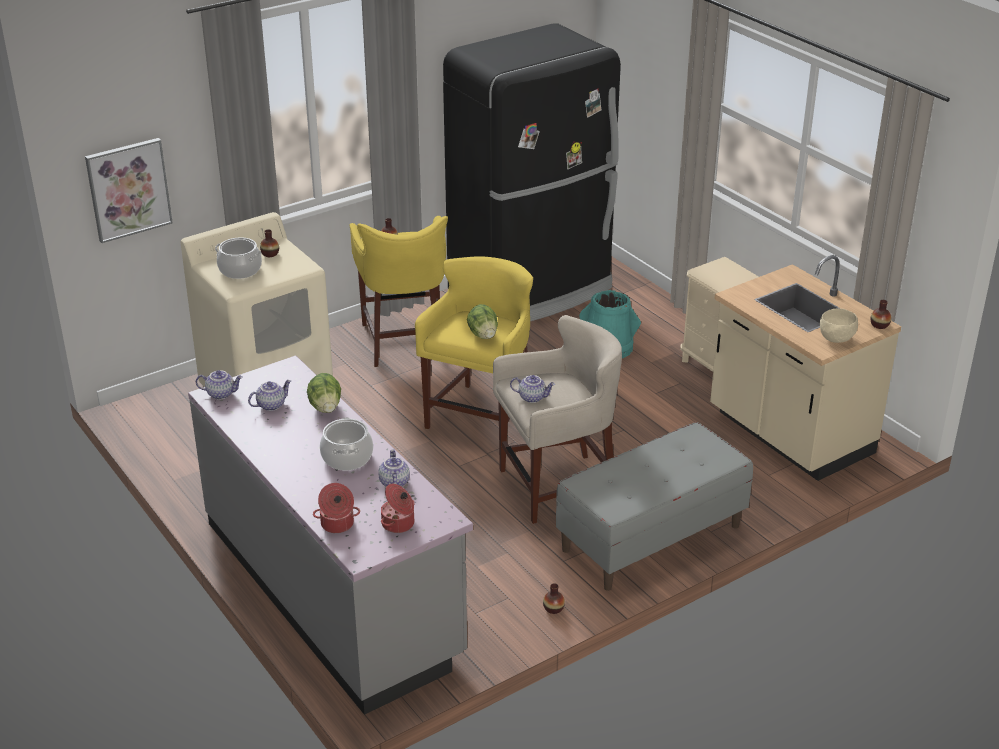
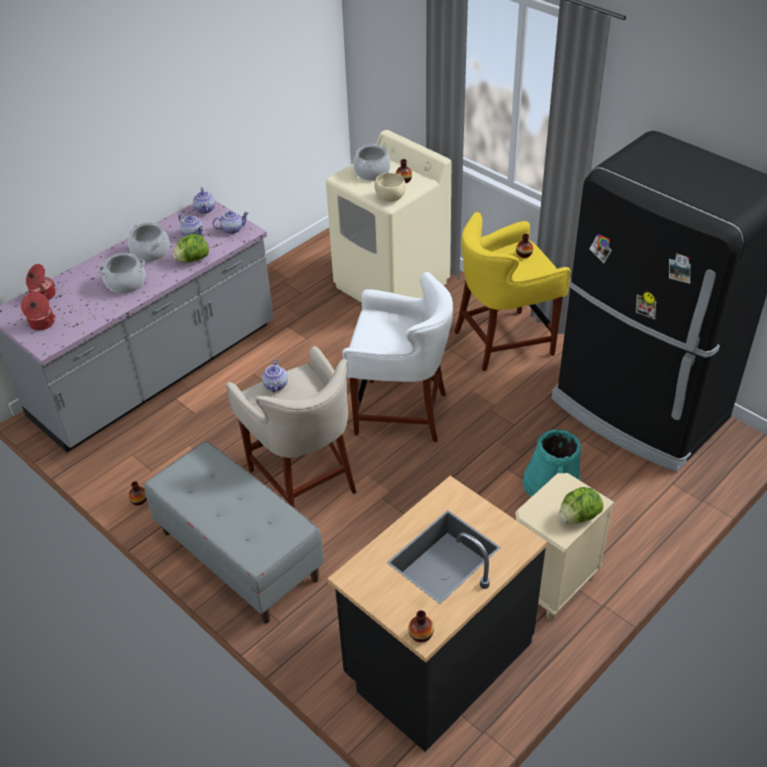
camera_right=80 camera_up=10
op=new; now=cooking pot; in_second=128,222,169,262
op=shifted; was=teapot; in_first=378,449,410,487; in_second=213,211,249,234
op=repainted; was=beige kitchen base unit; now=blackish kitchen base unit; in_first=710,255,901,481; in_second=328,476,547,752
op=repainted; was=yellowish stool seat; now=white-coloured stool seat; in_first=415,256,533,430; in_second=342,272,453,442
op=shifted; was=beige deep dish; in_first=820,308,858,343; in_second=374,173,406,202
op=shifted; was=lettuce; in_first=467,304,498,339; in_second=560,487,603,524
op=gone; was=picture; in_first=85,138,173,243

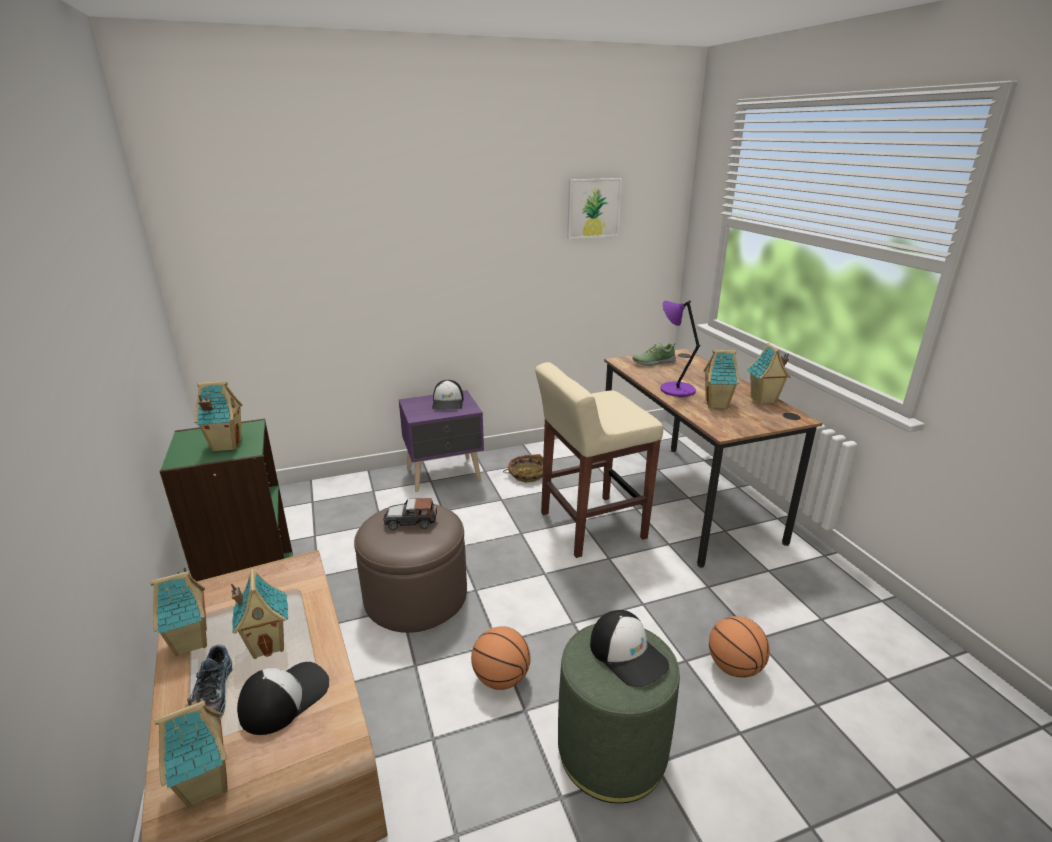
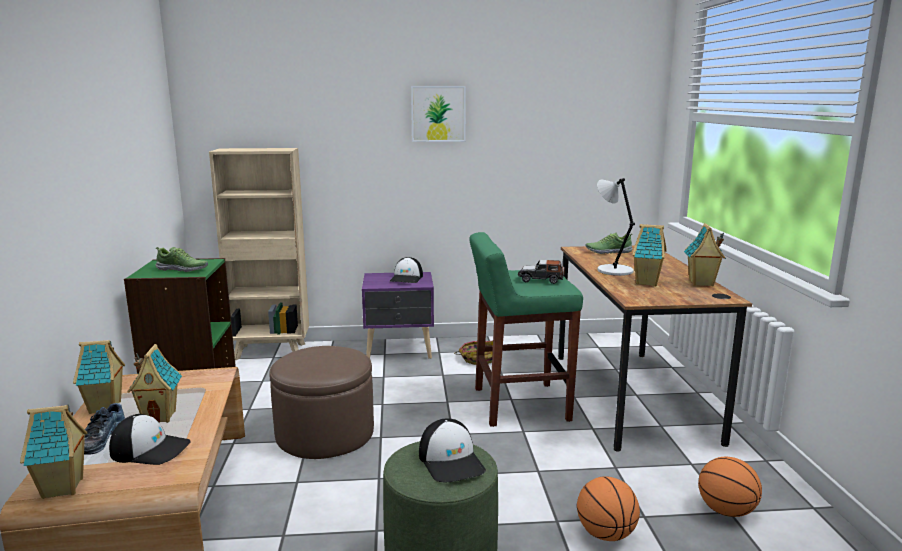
camera_right=15 camera_up=-10
op=rotated; was=baseball cap; in_first=237,662,329,735; in_second=109,414,191,465; clockwise=45
op=swapped; was=toy house; now=shoe; in_first=194,381,242,452; in_second=156,247,208,272
op=new; now=beige bookshelf; in_second=209,148,309,361
op=shifted; was=picture; in_first=567,178,622,239; in_second=411,86,466,142
op=repainted; was=beige stool seat; now=green-coloured stool seat; in_first=535,362,663,558; in_second=469,232,583,427
op=shifted; was=miniature car; in_first=383,498,437,530; in_second=518,260,565,284
op=repainted; was=purple-coloured tabletop lamp; now=greyish tabletop lamp; in_first=660,300,700,397; in_second=597,178,635,276
op=shifted; was=ball for basketball; in_first=471,626,530,690; in_second=698,457,762,517

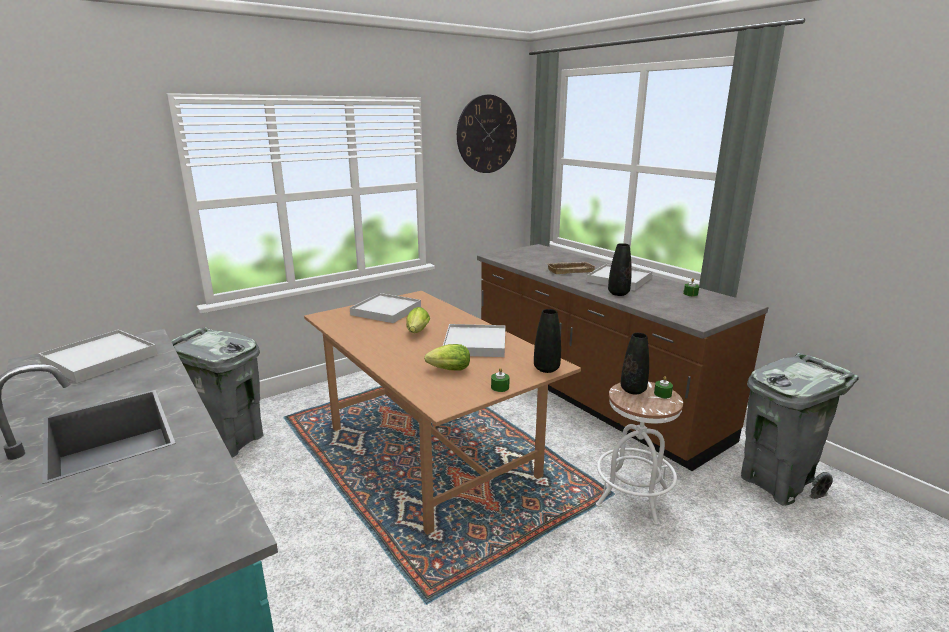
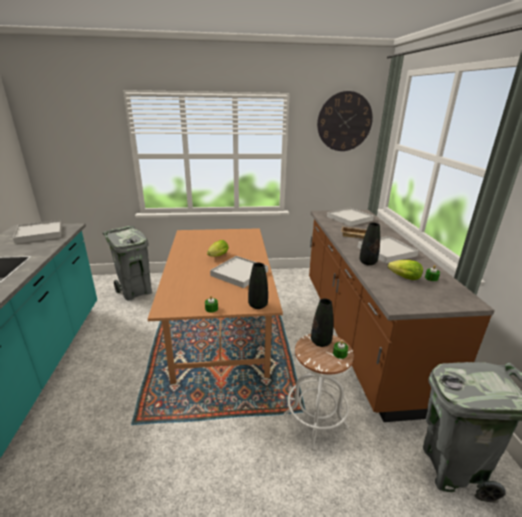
camera_right=30 camera_up=5
op=shifted; was=white-coloured serving tray; in_first=350,293,421,323; in_second=327,207,374,226
op=shifted; was=lettuce; in_first=424,344,470,371; in_second=388,260,423,280

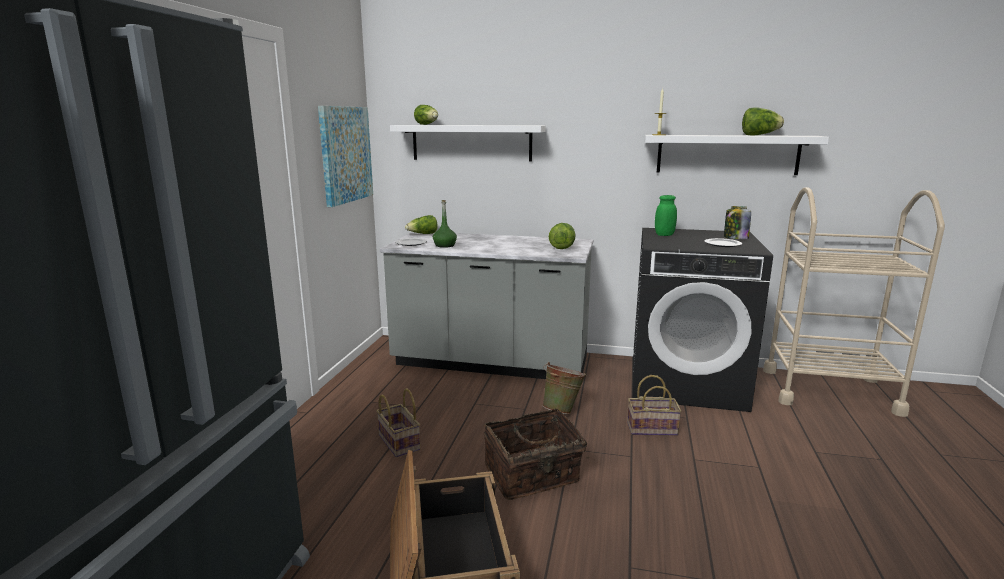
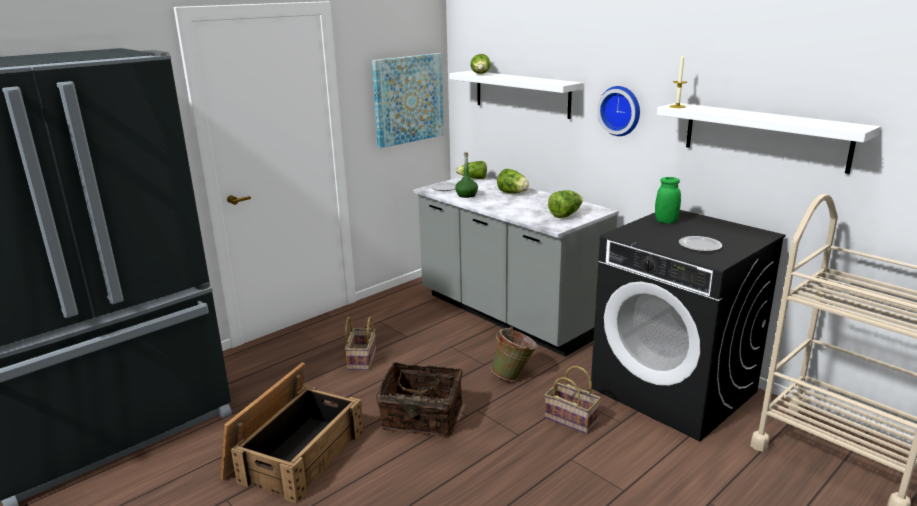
camera_right=35 camera_up=5
op=shifted; was=lettuce; in_first=742,108,784,135; in_second=497,169,529,193
op=new; now=clock on the wall; in_second=597,86,640,136
op=gone; was=storage jar; in_first=724,206,751,239

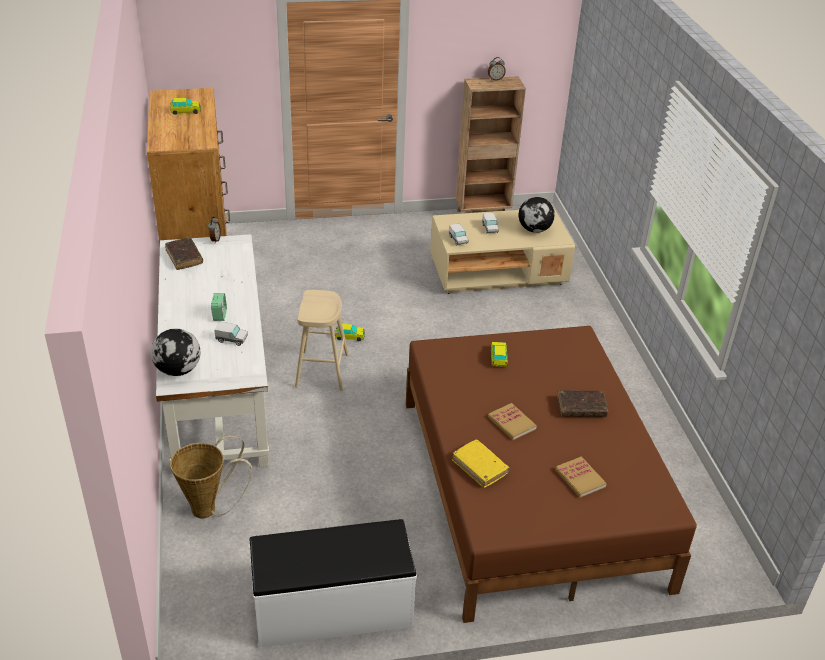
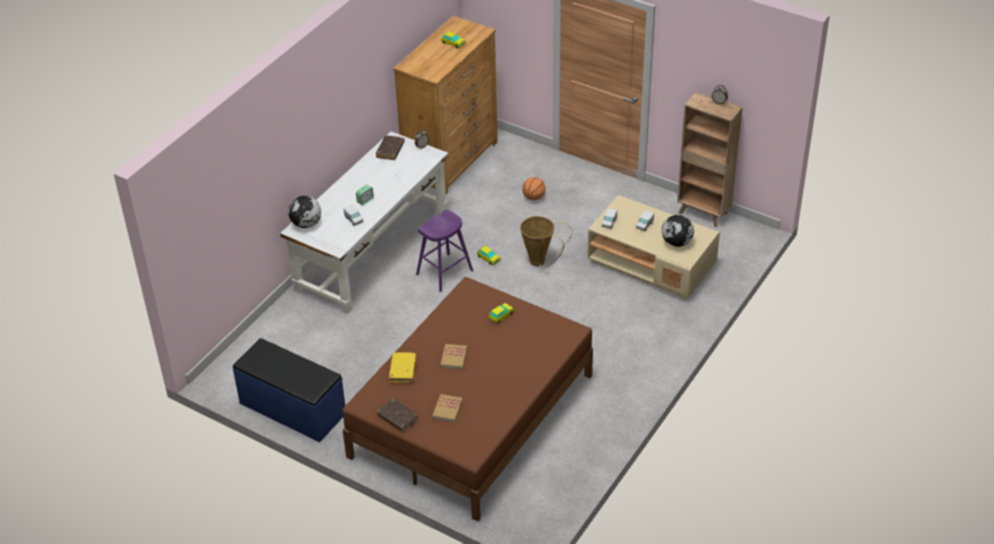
camera_right=45 camera_up=5
op=repainted; was=white-coloured long seat; now=blue-coloured long seat; in_first=249,519,417,648; in_second=233,338,345,442
op=shifted; was=brownish volume; in_first=557,390,608,417; in_second=377,398,419,432
op=repainted; was=beige stool seat; now=purple-coloured stool seat; in_first=295,290,349,391; in_second=416,210,473,292
op=shifted; was=household basket; in_first=170,435,252,519; in_second=520,216,572,269
op=new; now=ball for basketball; in_second=522,177,546,200

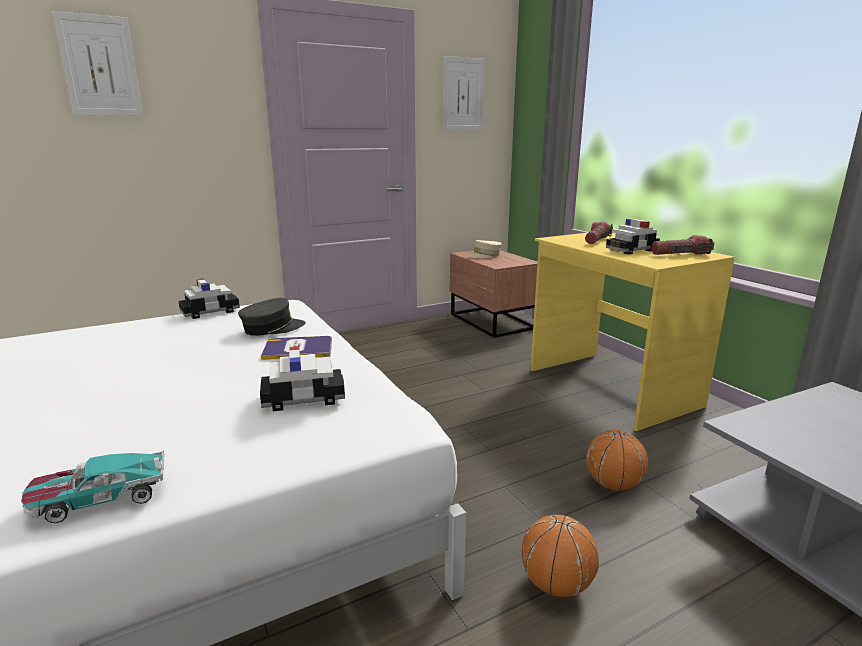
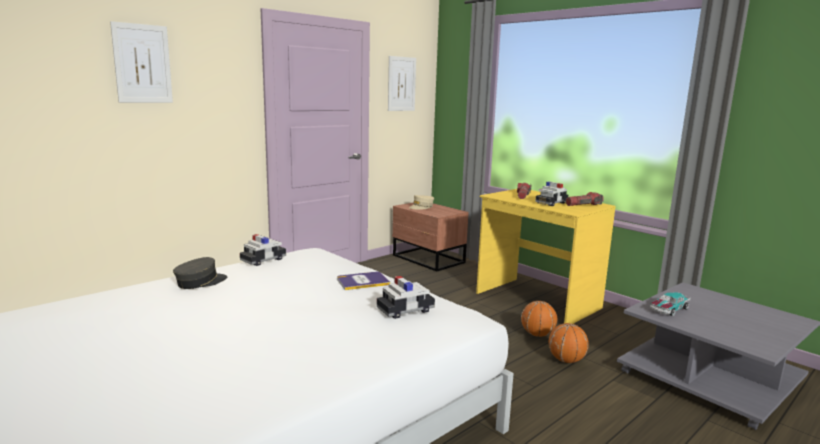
camera_right=-15 camera_up=-5
op=shifted; was=greyish baseball cap; in_first=238,298,306,336; in_second=173,257,227,289
op=shifted; was=ball for basketball; in_first=522,515,599,597; in_second=521,301,557,337
op=shifted; was=miniature car; in_first=21,450,164,523; in_second=650,292,691,316

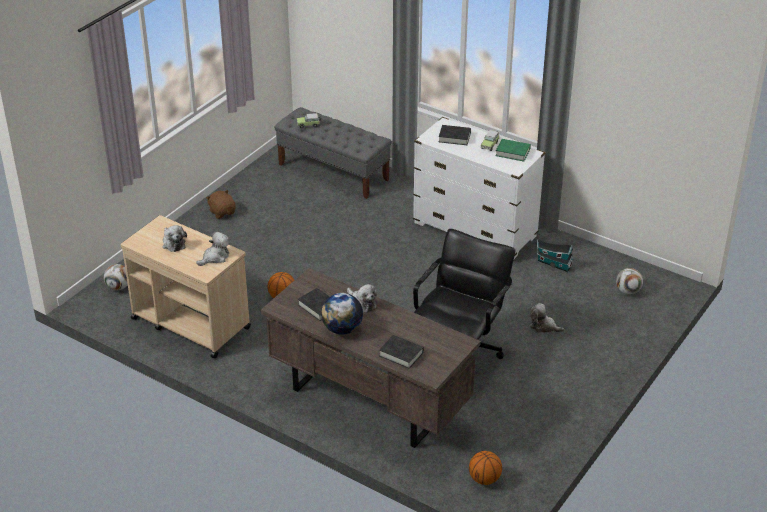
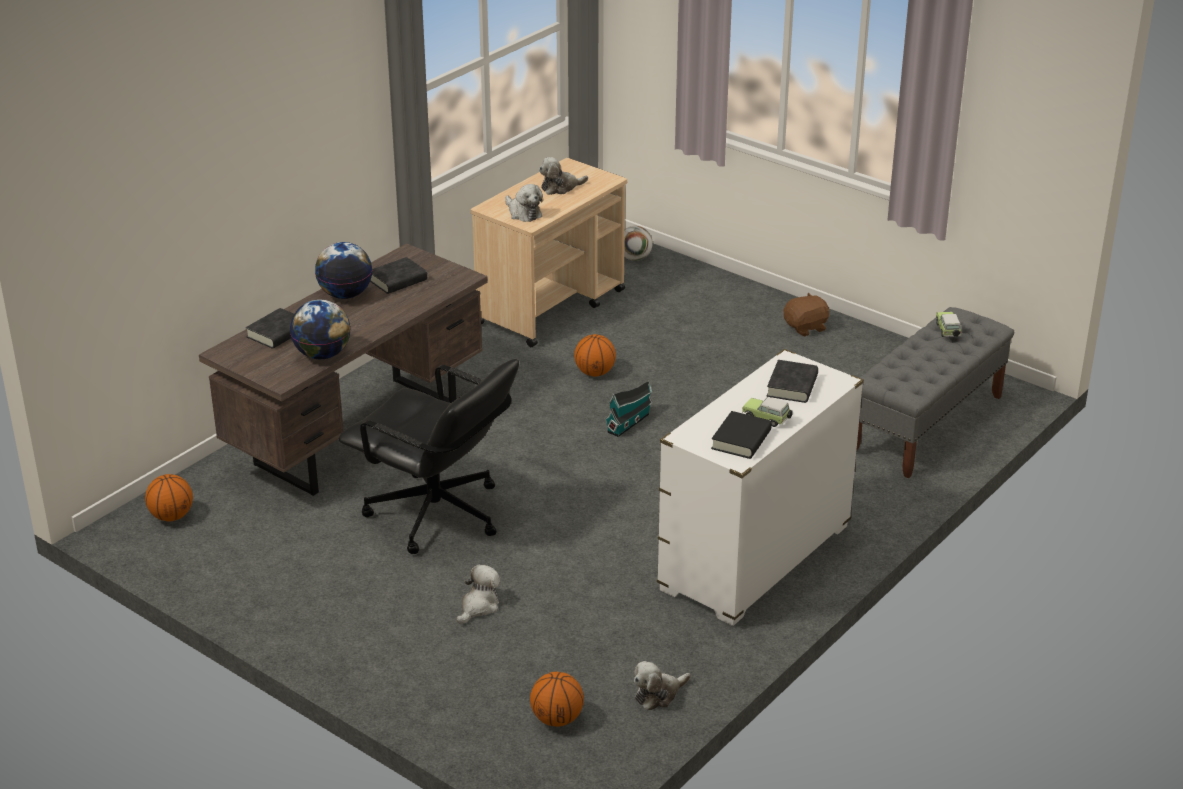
camera_right=95 camera_up=-5
op=new; now=desk globe; in_second=290,300,351,359
op=swapped; was=football ball; now=ball for basketball; in_first=616,268,643,294; in_second=530,672,584,727
op=shifted; was=toy house; in_first=537,240,574,272; in_second=605,380,653,437
op=shifted; was=cuddly toy; in_first=347,284,377,313; in_second=634,661,691,710
op=repainted; was=green-coloured volume; now=blackish volume; in_first=496,139,531,162; in_second=711,411,772,459

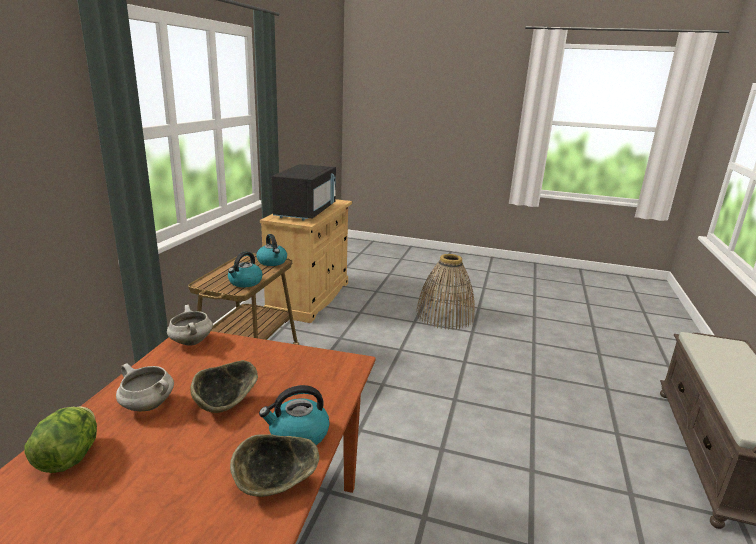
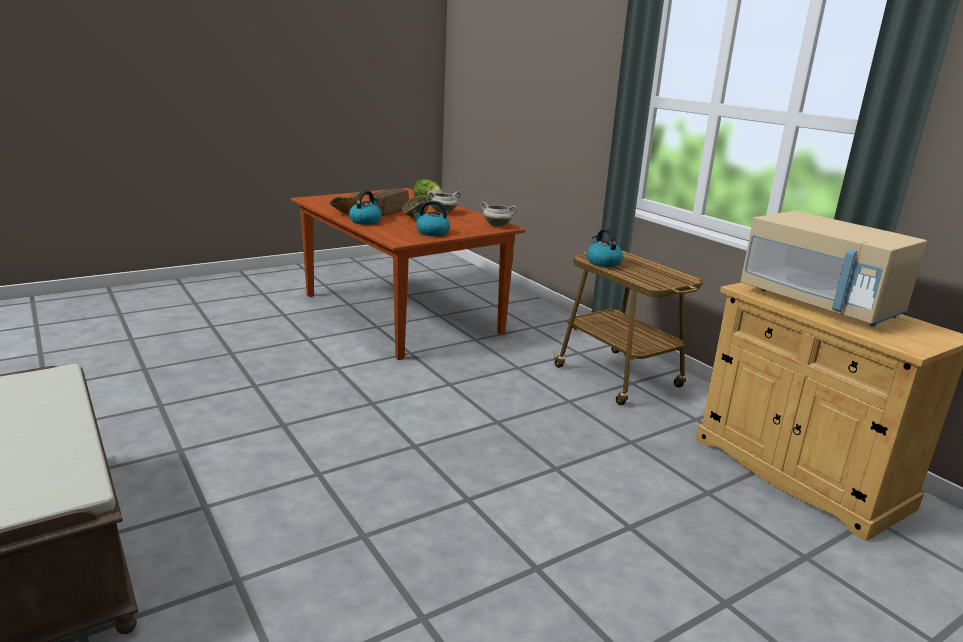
camera_right=130 camera_up=0
op=new; now=baked bread; in_second=373,189,409,216
op=shifted; was=kettle; in_first=256,234,287,266; in_second=412,201,450,236
op=repainted; was=blackish microwave oven; now=beige microwave oven; in_first=272,164,336,220; in_second=741,211,927,327
op=gone; was=household basket; in_first=416,254,475,330

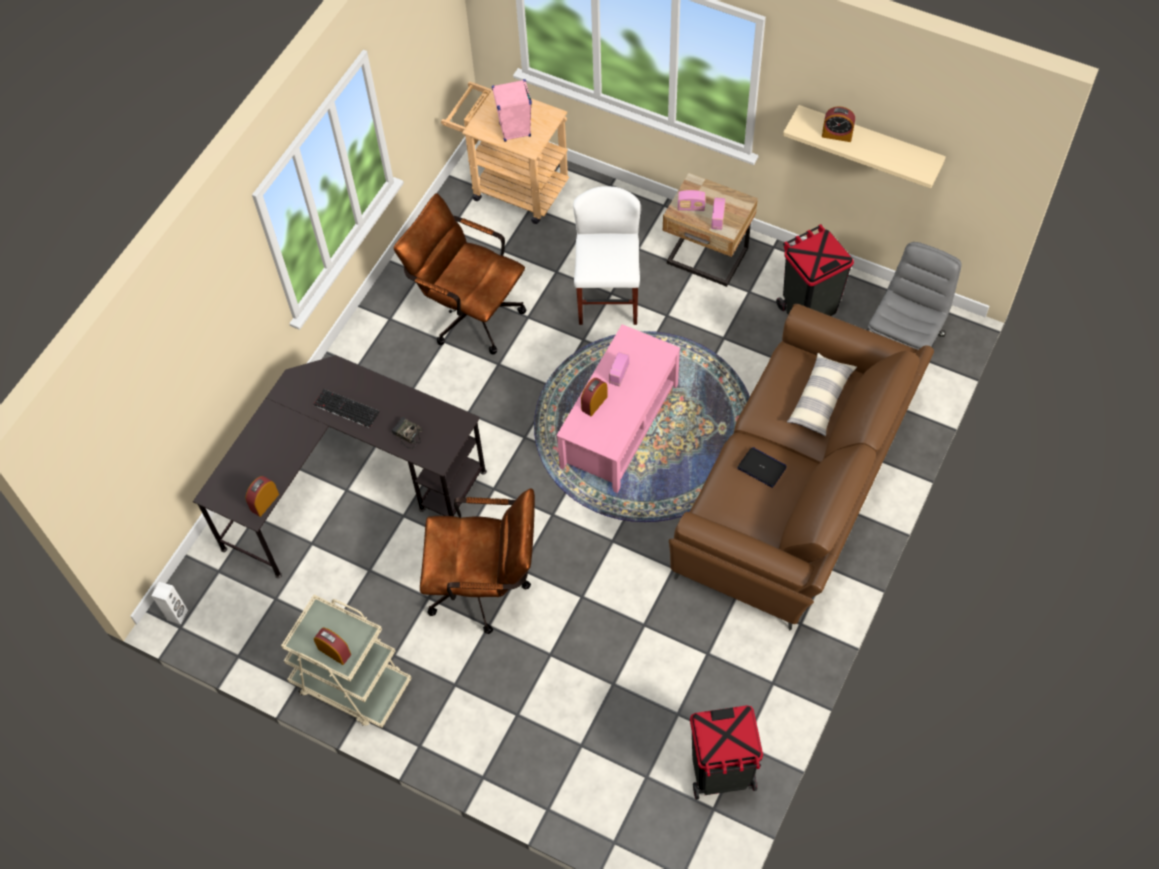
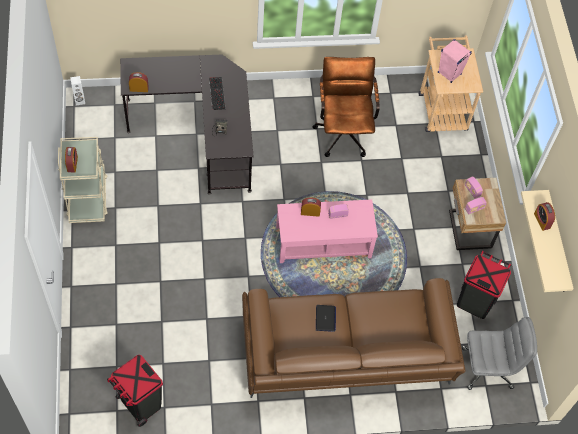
camera_right=50 camera_up=0
op=gone; was=brownish desk chair; in_first=420,488,535,634
op=gone; was=white-coloured chair; in_first=573,186,641,325
op=gone; was=throw pillow; in_first=787,353,857,436

